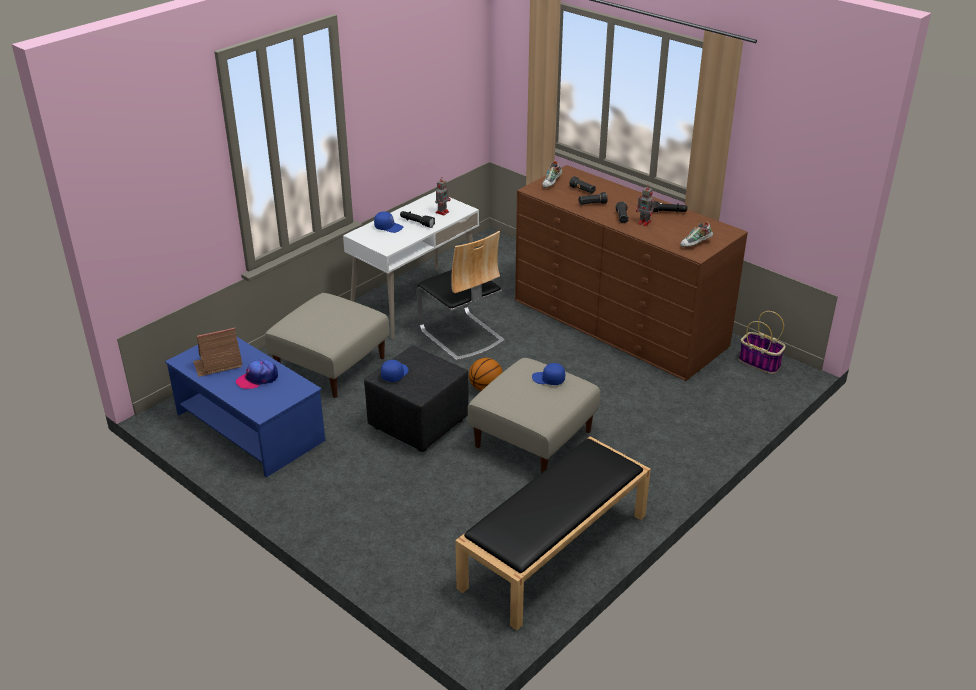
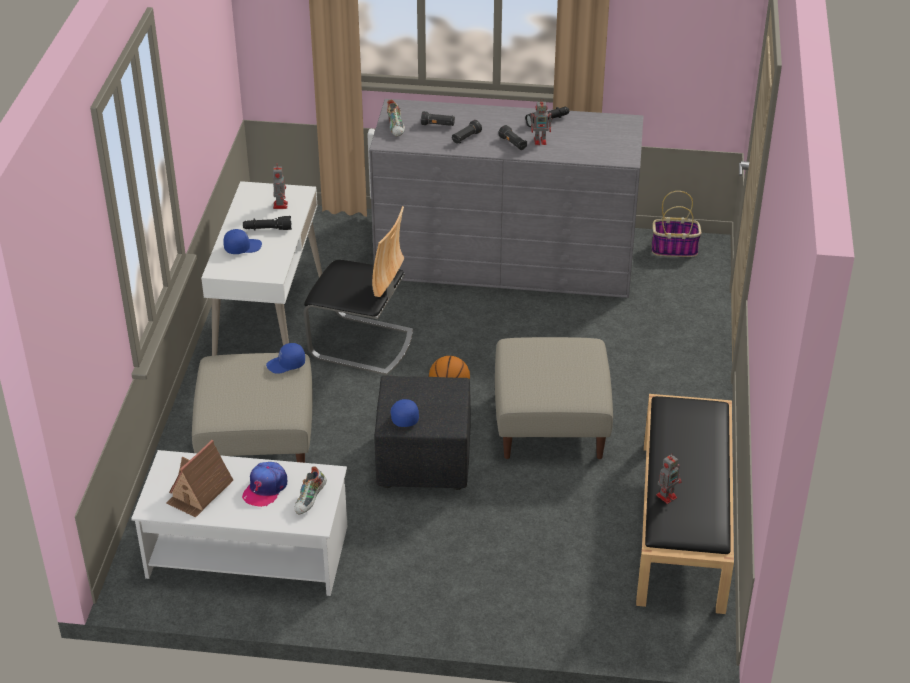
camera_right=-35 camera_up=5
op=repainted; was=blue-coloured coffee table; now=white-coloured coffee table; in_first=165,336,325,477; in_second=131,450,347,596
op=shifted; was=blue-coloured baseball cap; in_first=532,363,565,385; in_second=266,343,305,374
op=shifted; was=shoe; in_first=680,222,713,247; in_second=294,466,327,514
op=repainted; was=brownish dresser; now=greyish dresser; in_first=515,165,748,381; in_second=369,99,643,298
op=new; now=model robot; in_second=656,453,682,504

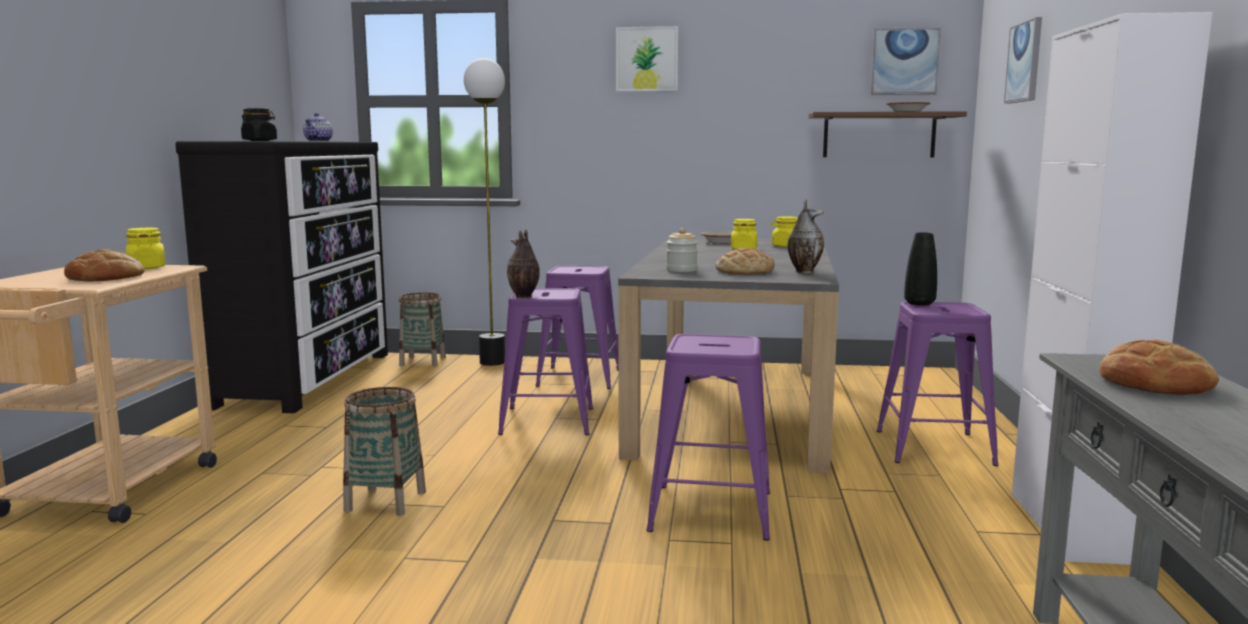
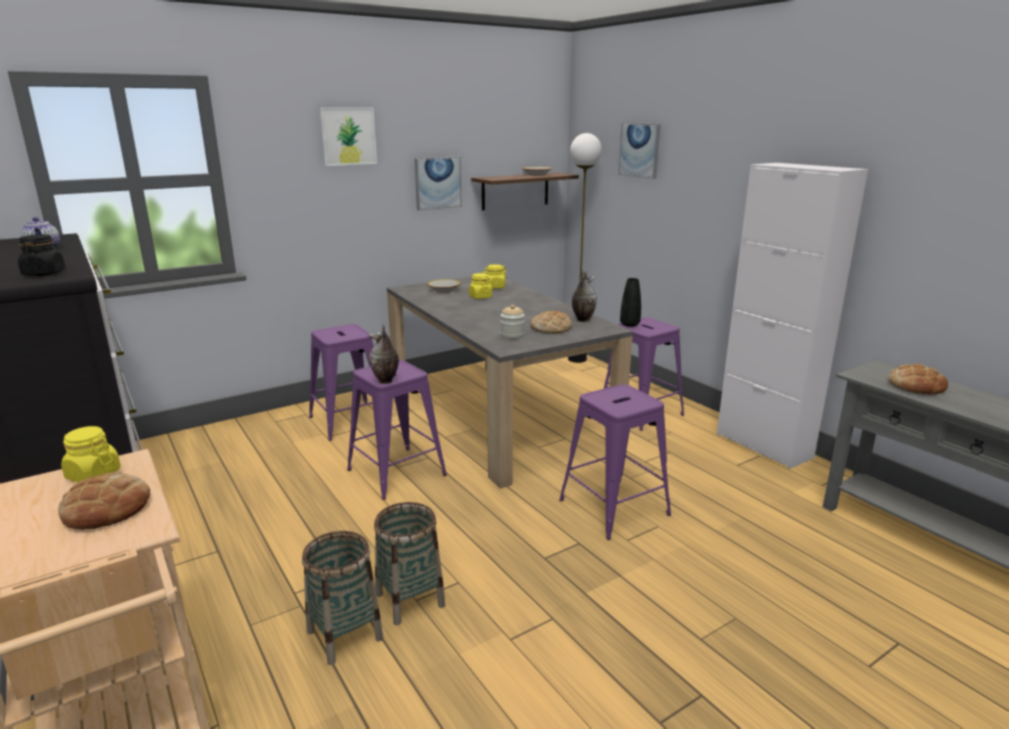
camera_right=-40 camera_up=10
op=shifted; was=household basket; in_first=399,292,446,366; in_second=302,531,383,665
op=shifted; was=picture; in_first=870,28,941,95; in_second=415,156,462,211
op=shifted; was=floor lamp; in_first=464,58,505,366; in_second=568,133,602,363

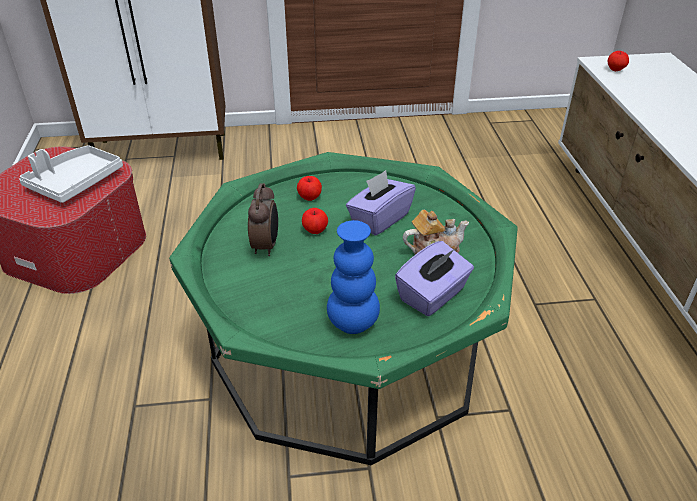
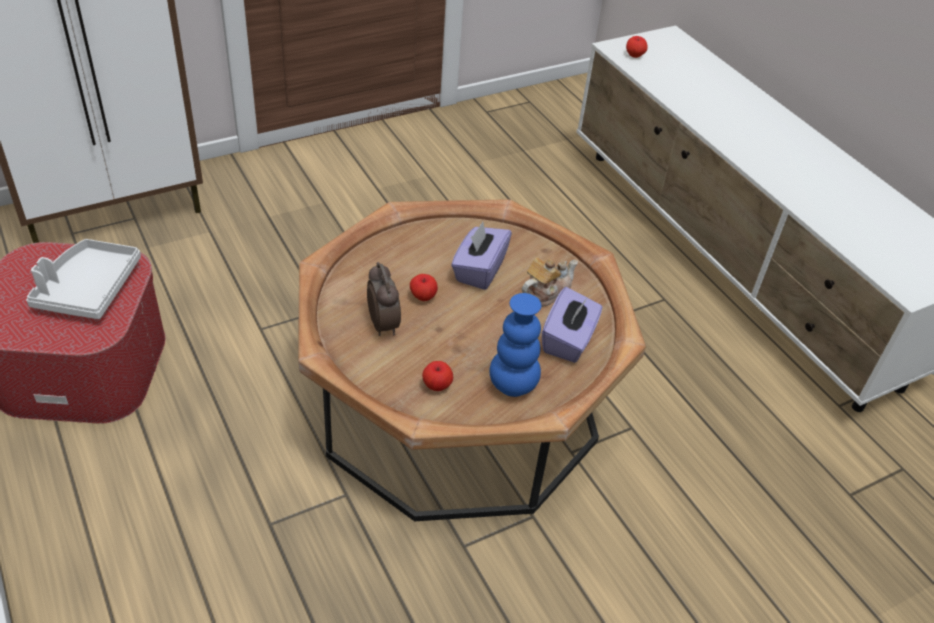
camera_right=-25 camera_up=5
op=repainted; was=green-coloured coffee table; now=brownish coffee table; in_first=169,152,518,465; in_second=298,199,646,521
op=shifted; was=whole apple; in_first=297,176,322,201; in_second=422,361,453,391

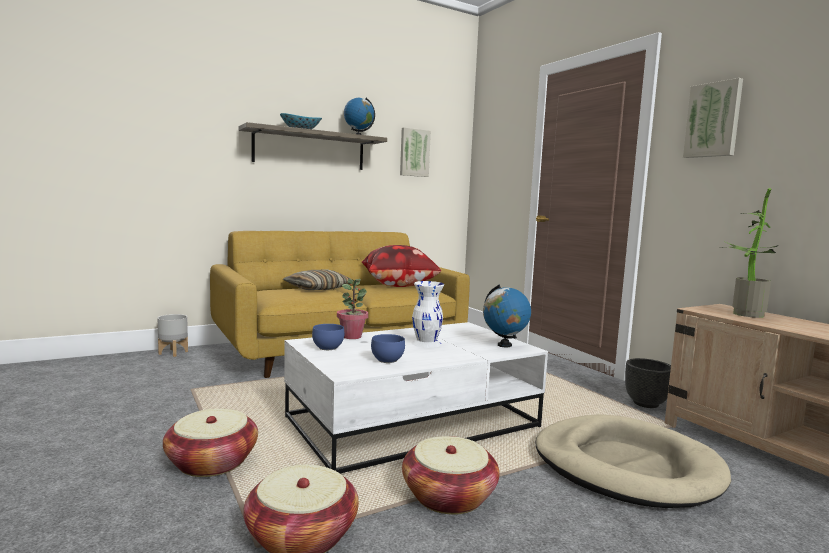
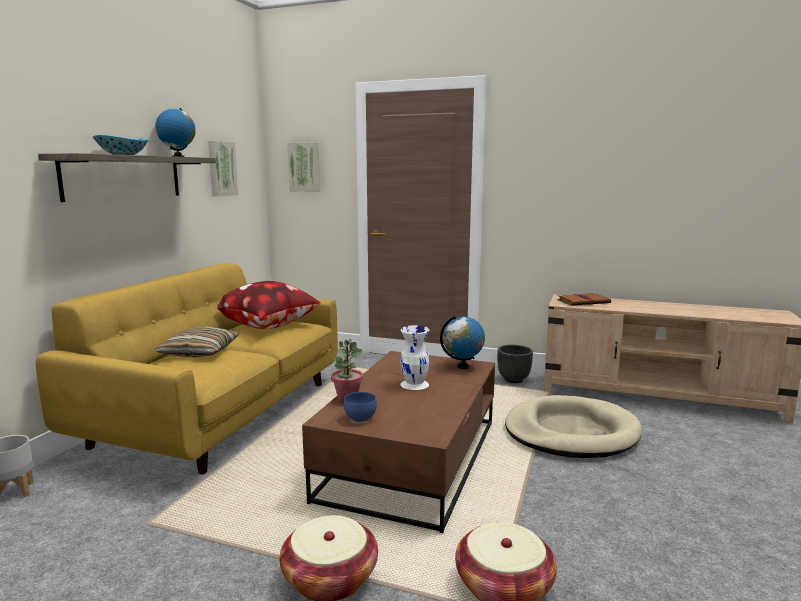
camera_right=-40 camera_up=5
op=shifted; was=picture; in_first=683,78,743,158; in_second=287,142,320,192
op=repainted; was=white-coloured coffee table; now=brownish coffee table; in_first=284,322,548,474; in_second=302,351,495,533
op=swapped; was=houseplant; now=brownish volume; in_first=720,188,777,318; in_second=557,293,611,306
op=gone; was=blue-coloured deep dish; in_first=371,334,405,363
op=gone; was=household basket; in_first=402,436,499,515

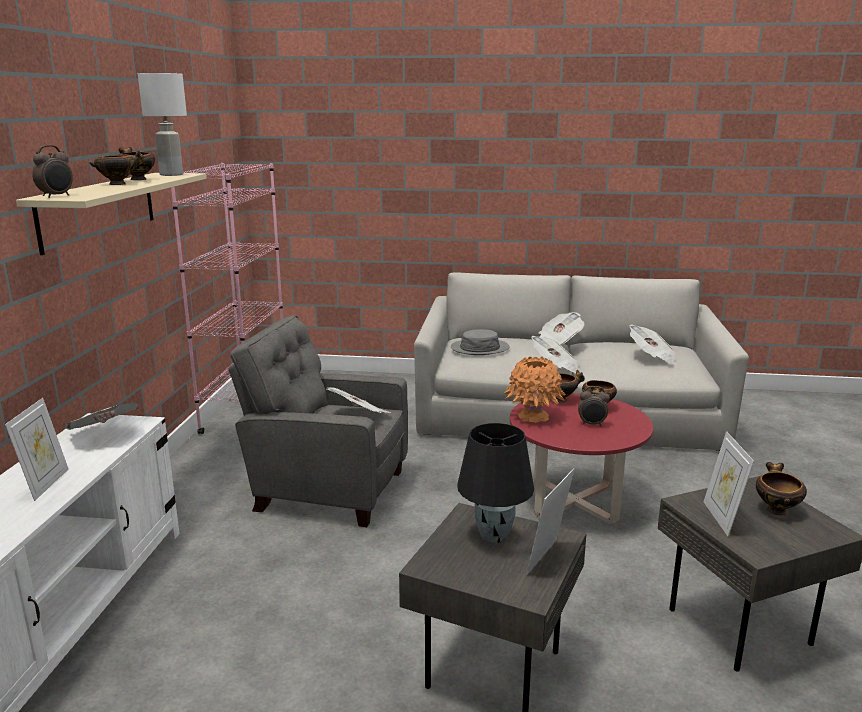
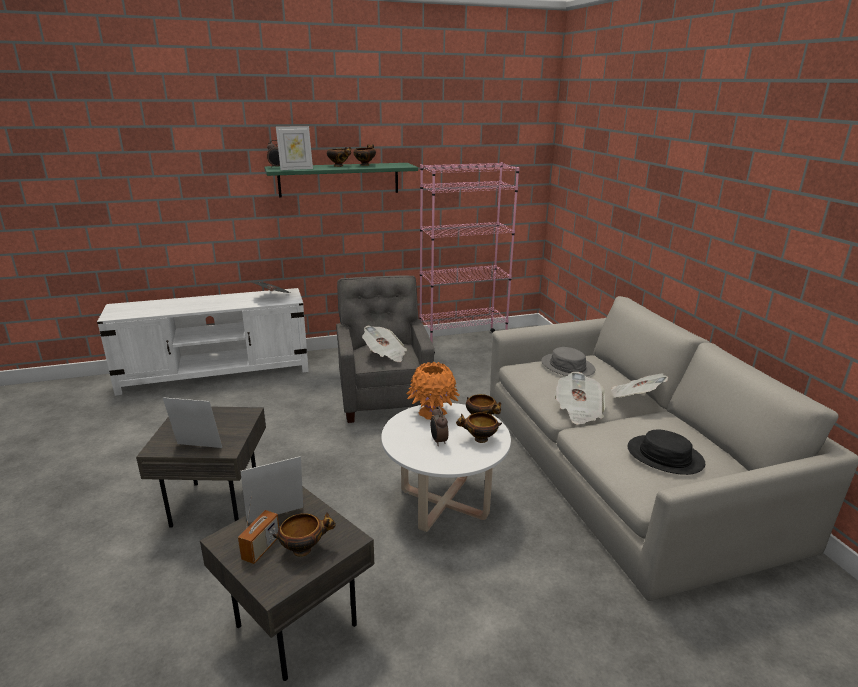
camera_right=65 camera_up=5
op=new; now=radio receiver; in_second=238,491,279,564
op=repainted; was=beige bracket shelf; now=green-coloured bracket shelf; in_first=16,173,207,255; in_second=264,163,418,198
op=shifted; was=standing frame; in_first=5,398,68,501; in_second=276,126,313,170
op=repainted; was=red-coloured coffee table; now=white-coloured coffee table; in_first=510,393,653,524; in_second=381,403,511,532
op=swapped; was=printed paper; now=blackish clothing hat; in_first=629,325,677,365; in_second=628,429,705,475
op=gone; was=white-coloured tabletop lamp; in_first=138,73,187,176
op=gone; was=blackish tabletop lamp; in_first=457,423,534,543

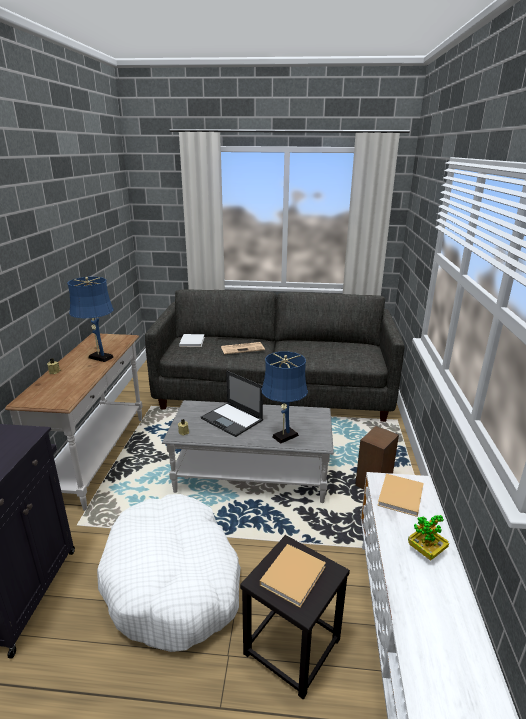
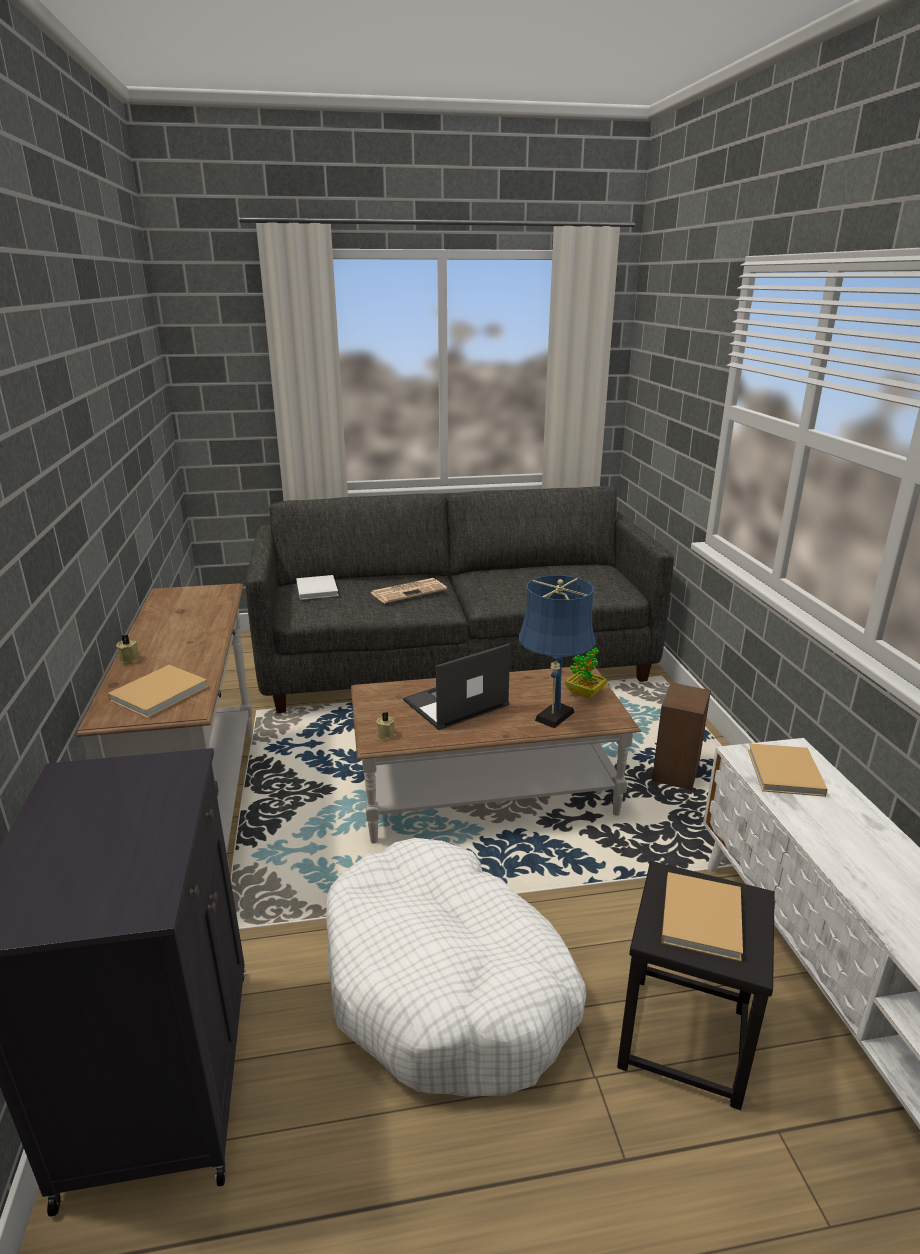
camera_right=-15 camera_up=0
op=new; now=beige volume; in_second=108,665,208,718
op=repainted; was=greyish coffee table; now=brownish coffee table; in_first=162,400,334,503; in_second=351,666,641,844
op=rotated; was=portable computer; in_first=201,371,263,437; in_second=403,643,510,730; clockwise=120
op=shifted; was=houseplant; in_first=408,515,449,561; in_second=565,647,607,698
op=gone; was=blue-coloured tabletop lamp; in_first=67,277,114,362

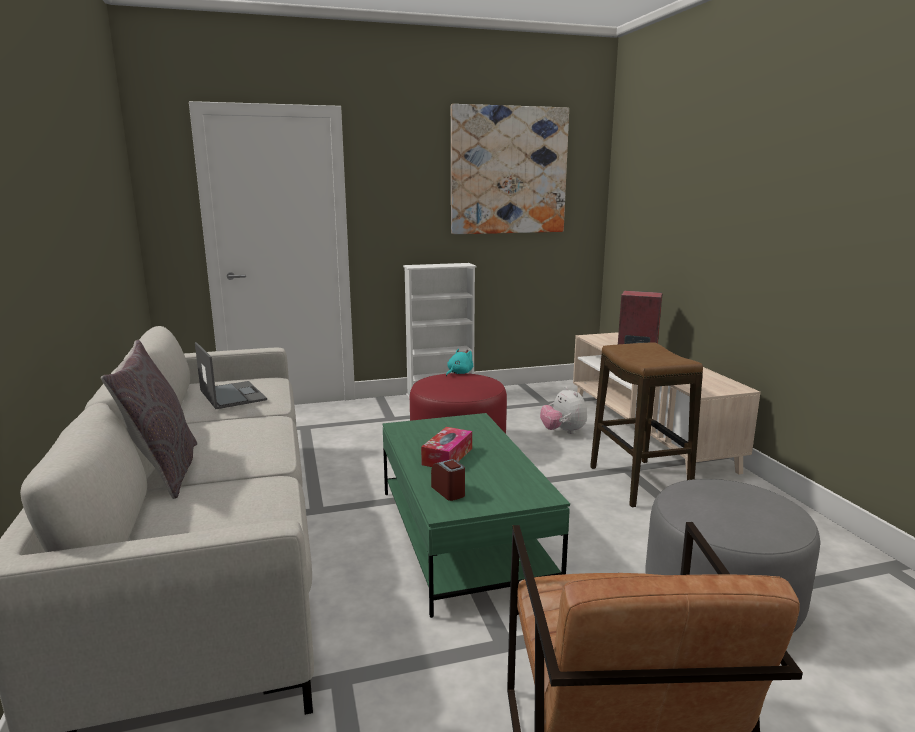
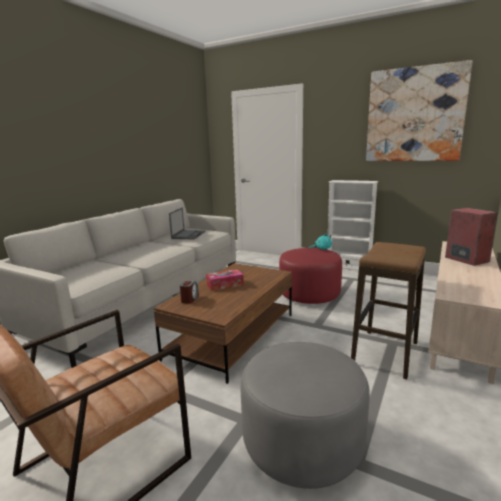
camera_right=45 camera_up=0
op=repainted; was=green-coloured coffee table; now=brownish coffee table; in_first=383,413,570,618; in_second=154,263,292,384
op=gone; was=greyish throw pillow; in_first=101,340,197,499
op=gone; was=cuddly toy; in_first=540,387,587,434

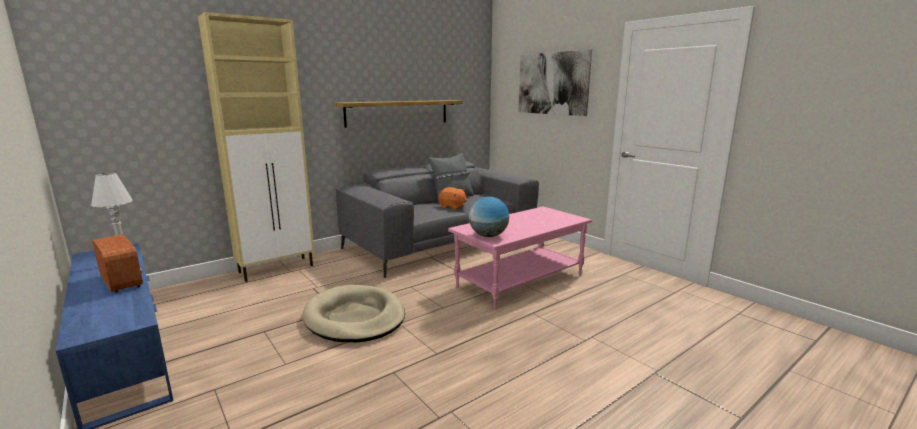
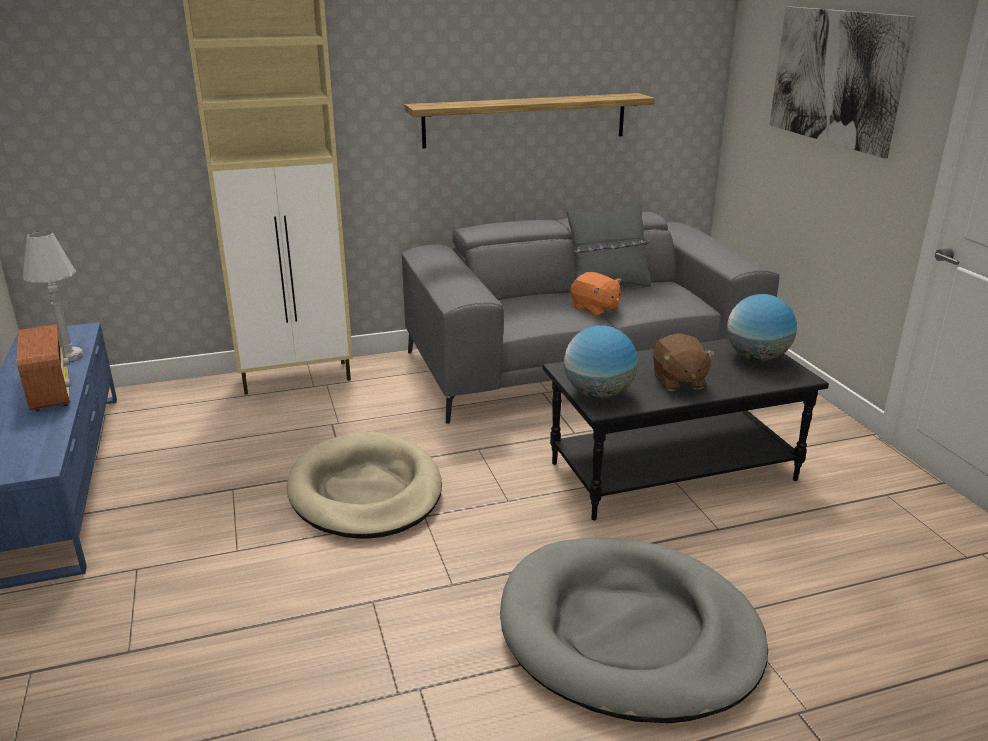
camera_right=20 camera_up=10
op=new; now=greyish dog cushion; in_second=500,538,768,723
op=repainted; was=pinkish coffee table; now=blackish coffee table; in_first=448,207,592,309; in_second=543,339,829,521
op=new; now=brownish cuddly toy; in_second=653,333,715,391
op=new; now=desk globe; in_second=727,294,797,361

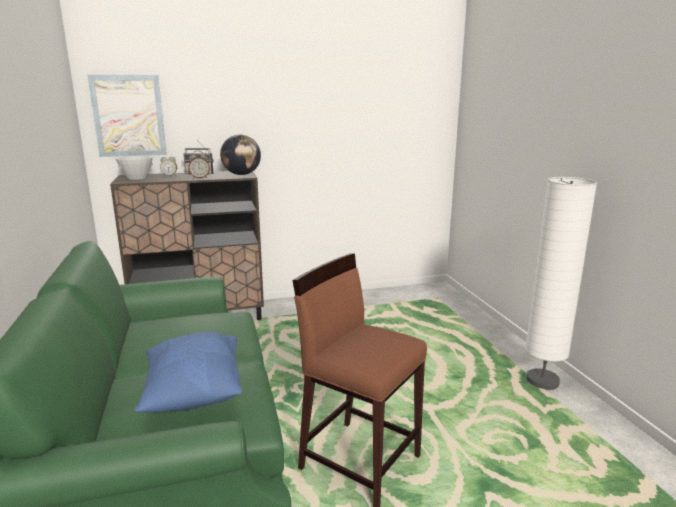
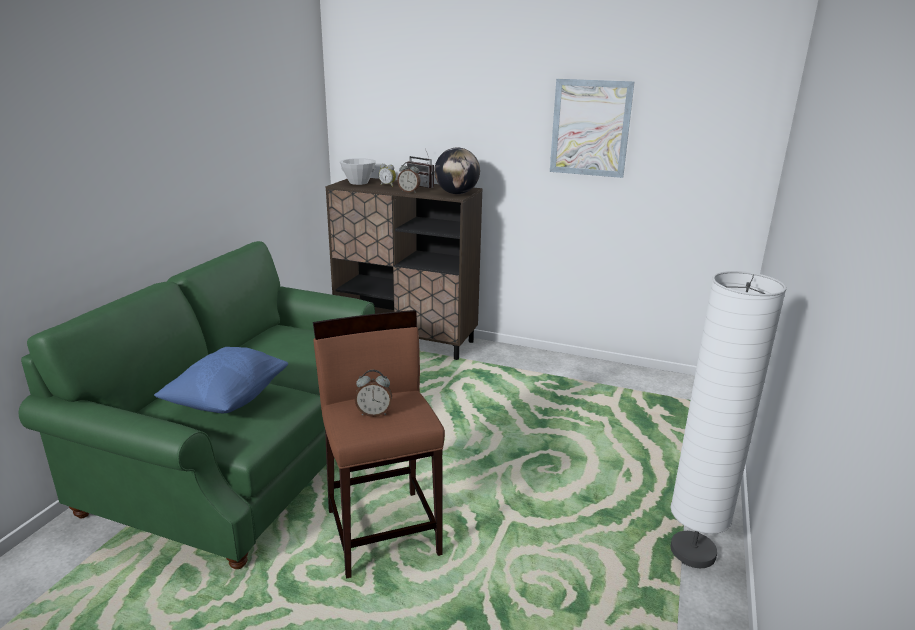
camera_right=35 camera_up=5
op=new; now=table clock; in_second=355,370,392,417
op=shifted; was=picture; in_first=87,75,167,157; in_second=550,79,635,178

